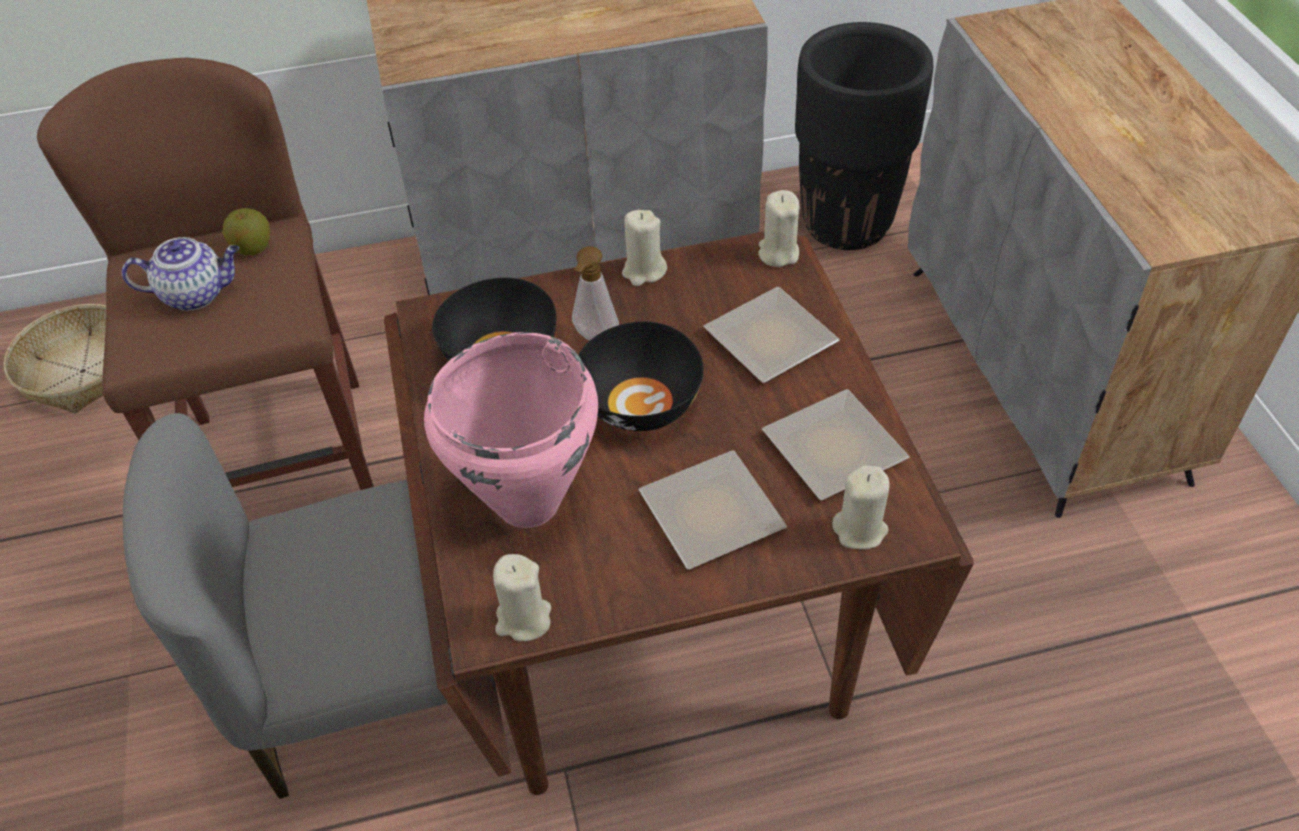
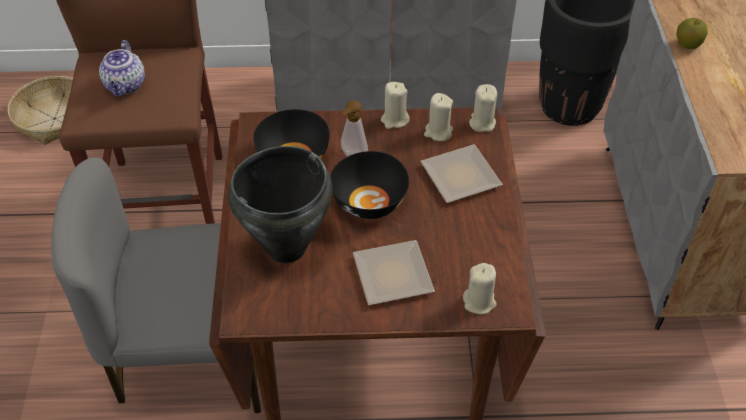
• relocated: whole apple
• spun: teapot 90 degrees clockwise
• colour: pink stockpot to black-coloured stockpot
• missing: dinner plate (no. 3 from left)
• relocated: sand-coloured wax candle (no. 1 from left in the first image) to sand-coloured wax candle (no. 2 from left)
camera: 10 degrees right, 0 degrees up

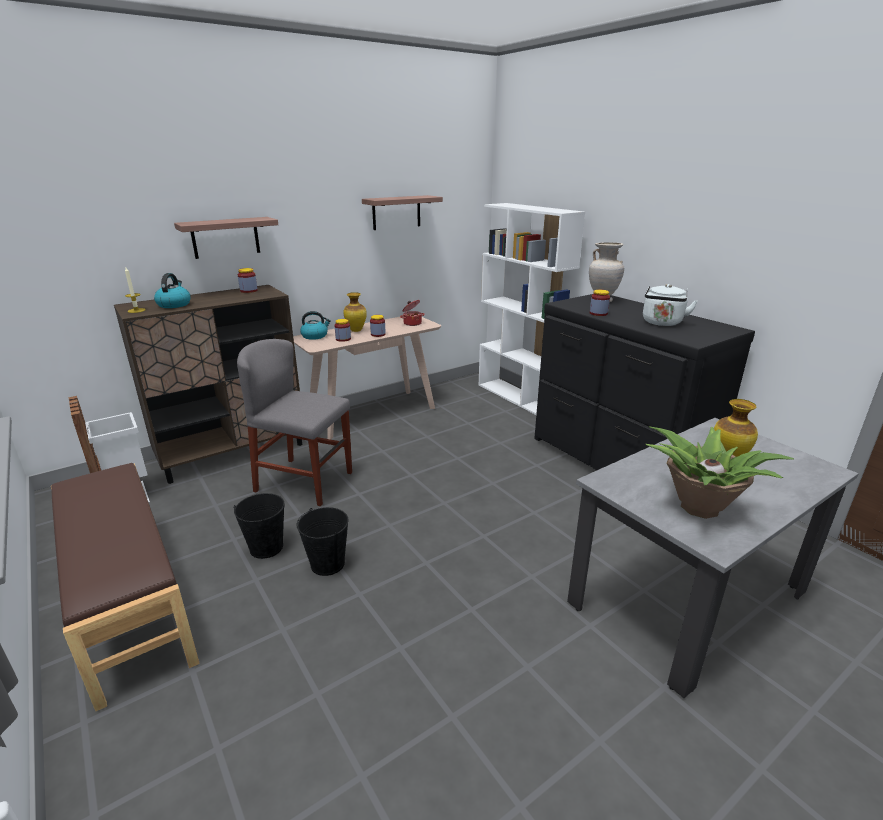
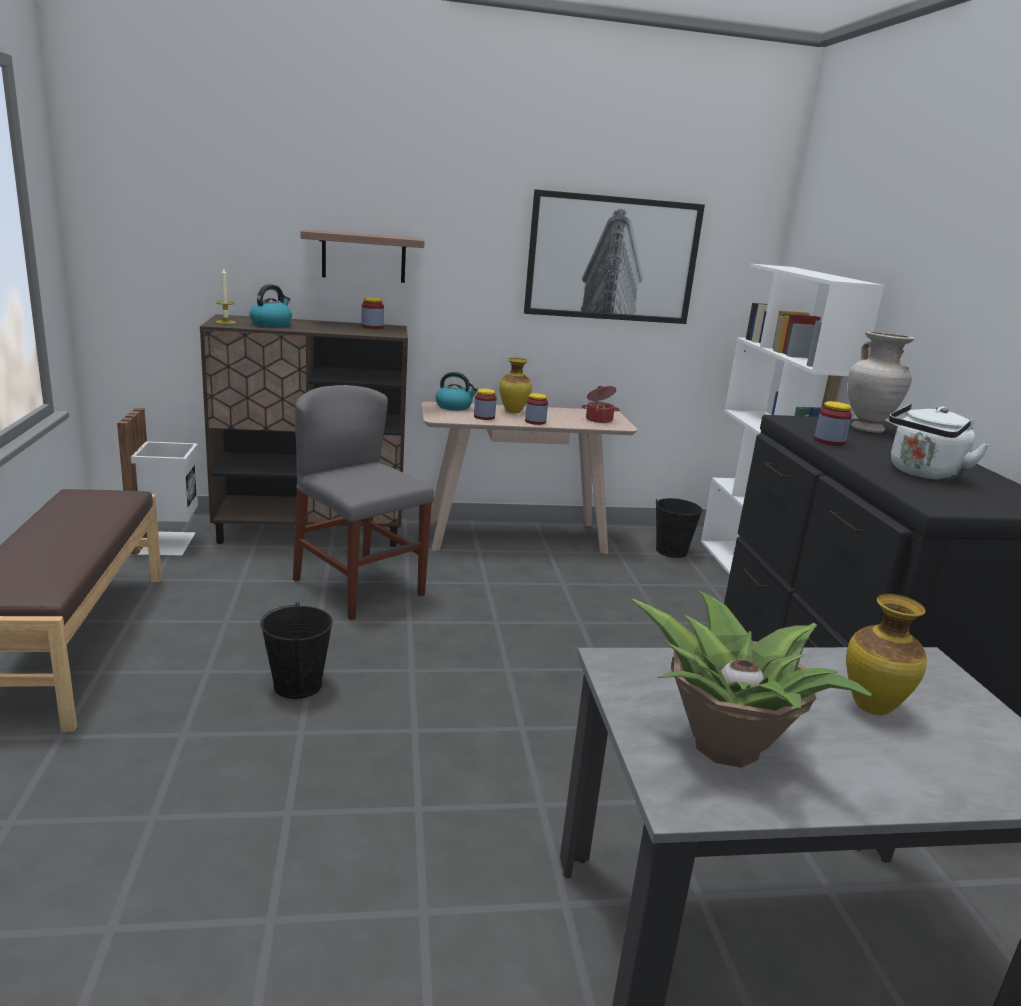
• exchanged: bracket shelf (no. 2 from left) to wall picture
• relocated: black-coloured water bucket (no. 1 from left in the first image) to black-coloured water bucket (no. 2 from left)
camera: 25 degrees right, 5 degrees down

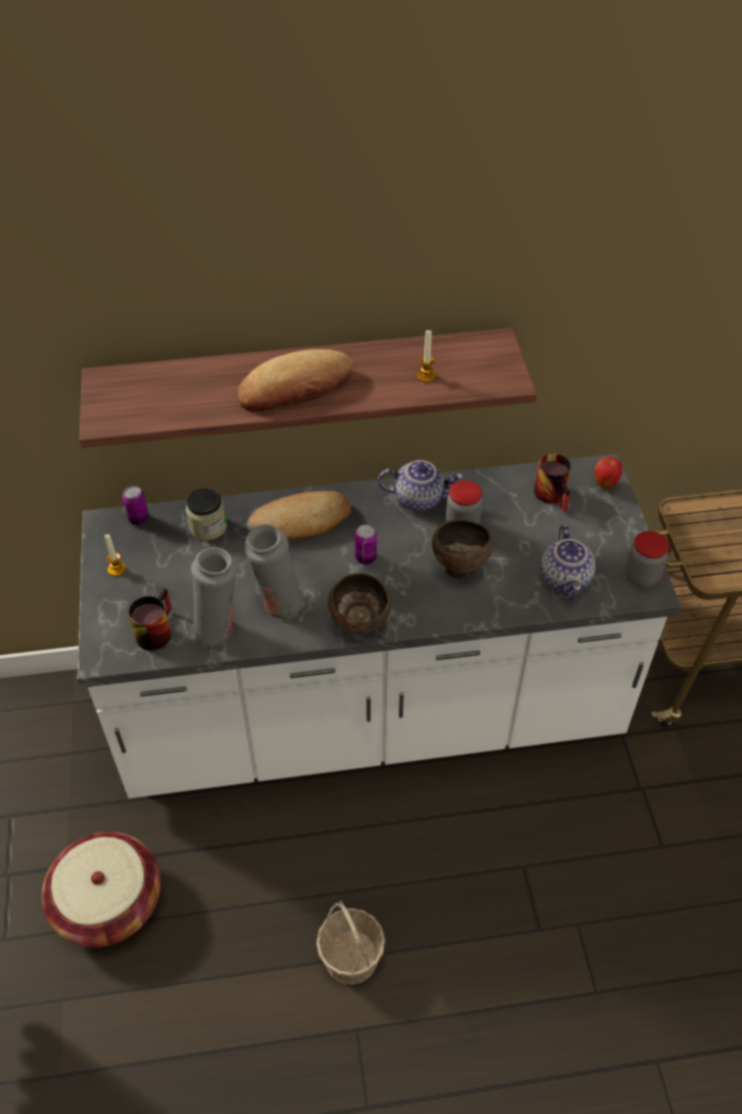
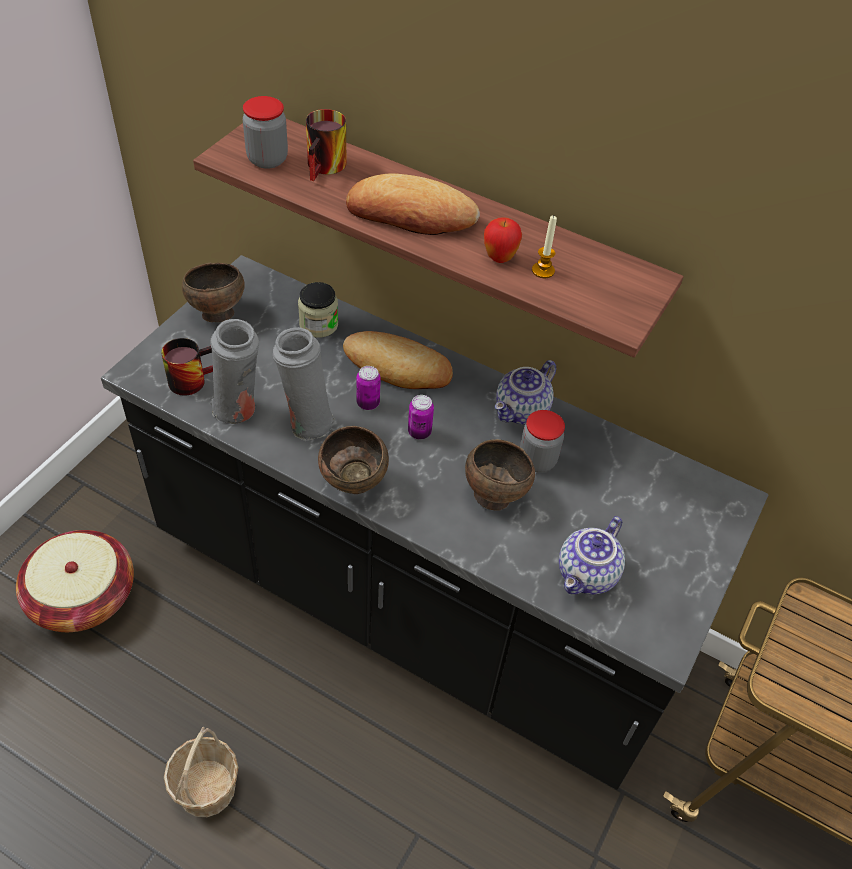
• relocated: mug (no. 2 from left)
• colour: white kitchen counter to black-coloured kitchen counter
• relocated: whole apple
• spun: teapot (no. 1 from left) 90 degrees clockwise
• relocated: metal can (no. 1 from left)
• relocated: preserve jar (no. 3 from left in the first image) to preserve jar (no. 1 from left)
• exchanged: wax candle (no. 1 from left) to brownish deep dish (no. 1 from left)
camera: 35 degrees right, 0 degrees up

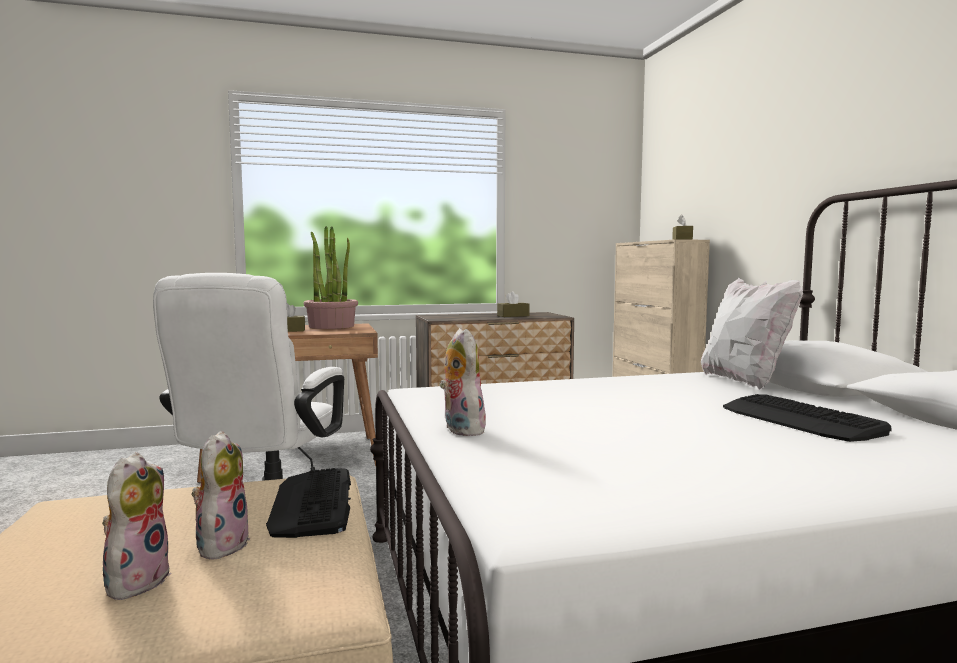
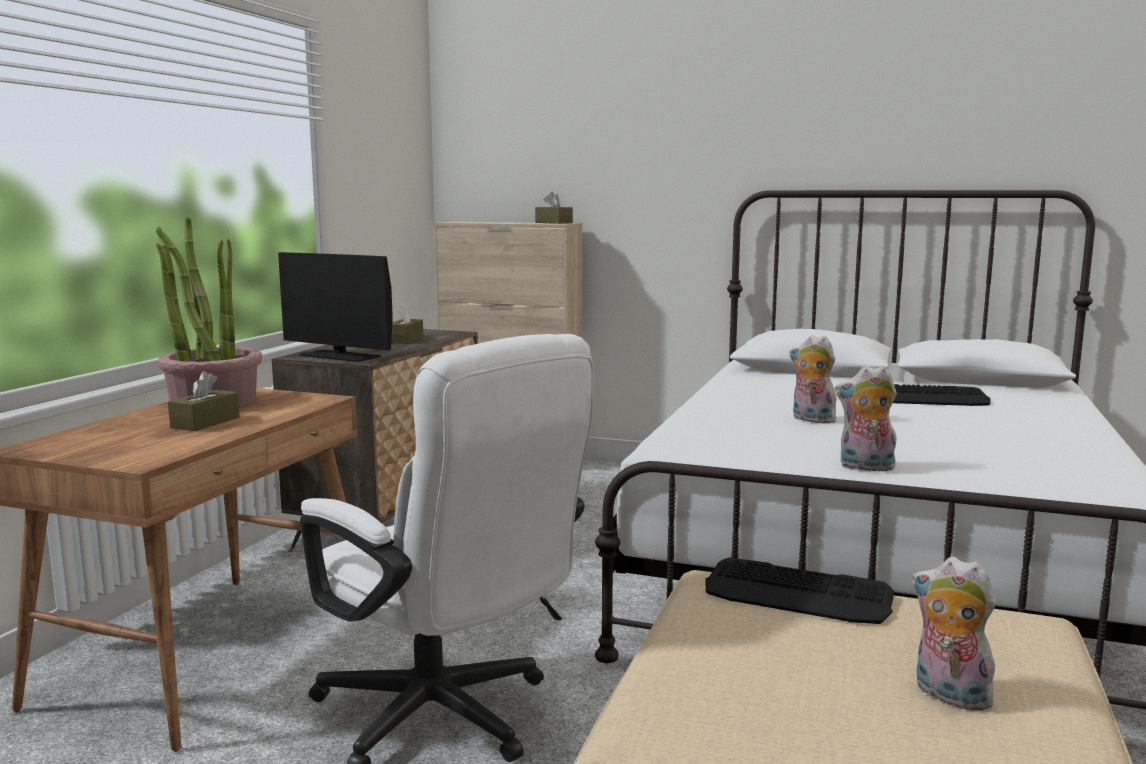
• missing: white throw pillow
• relocated: soft toy (no. 2 from left in the first image) to soft toy (no. 1 from left)
• appeared: computer screen
camera: 55 degrees left, 5 degrees up

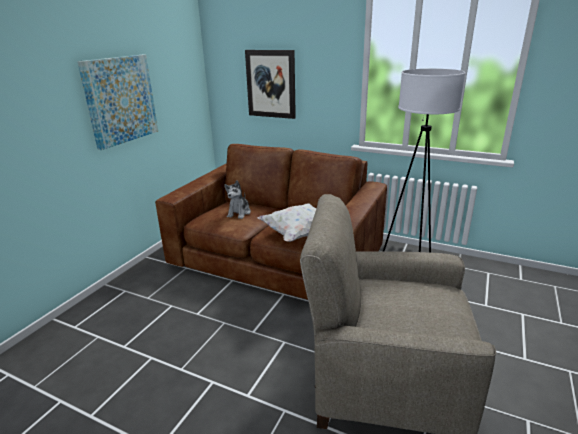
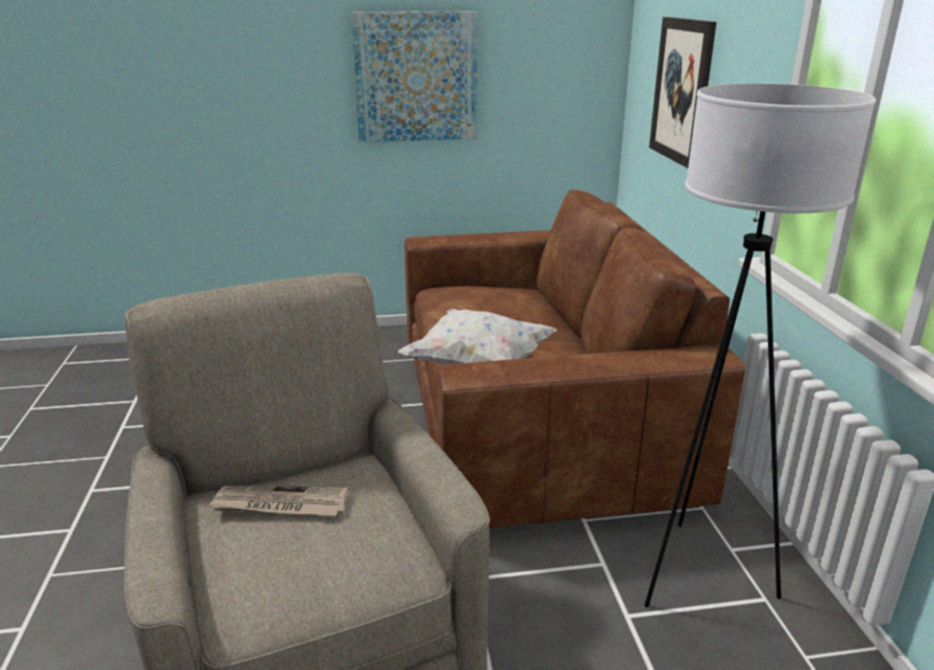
• missing: soft toy
• appeared: printed paper
camera: 55 degrees right, 0 degrees up

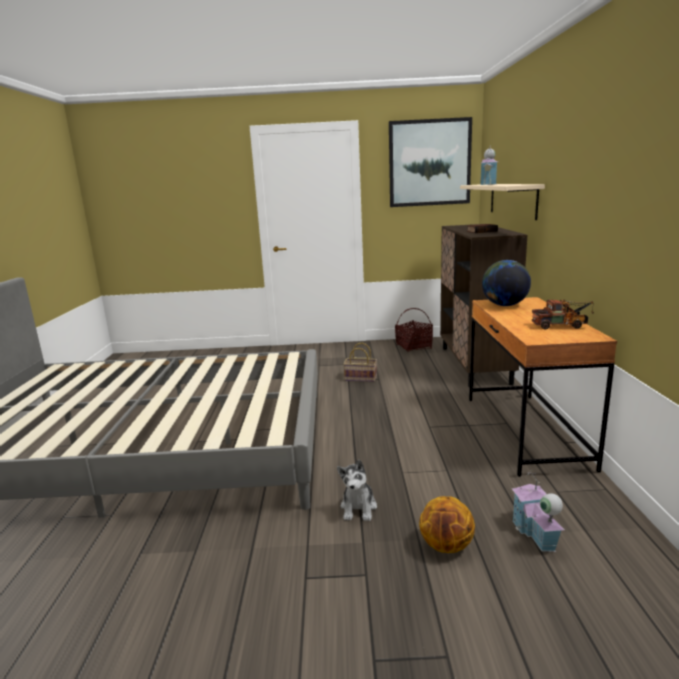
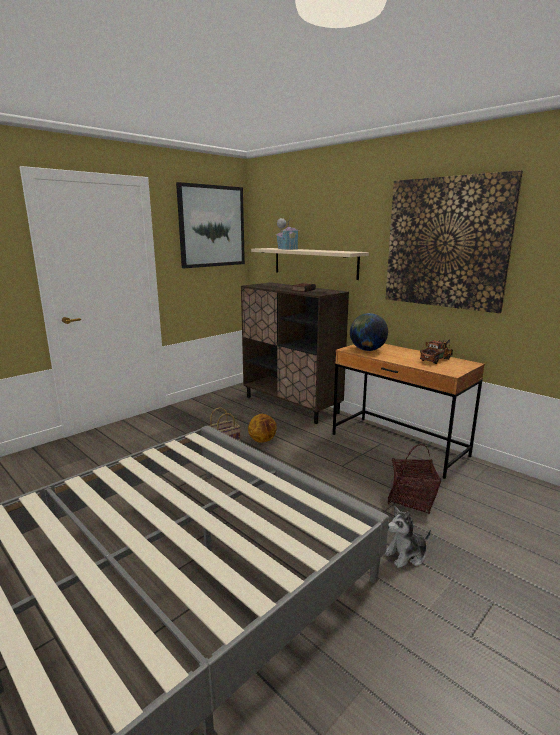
• relocated: household basket (no. 2 from left)
• spun: soft toy 105 degrees clockwise
• missing: toy house (no. 2 from left)
• relocated: basketball ball
• appeared: wall picture (no. 2 from left)
camera: 45 degrees left, 0 degrees up

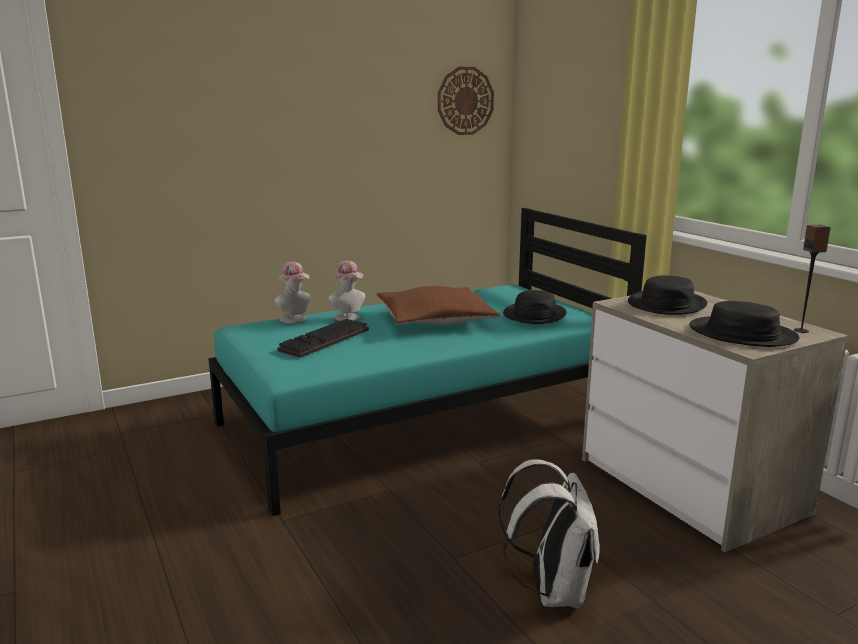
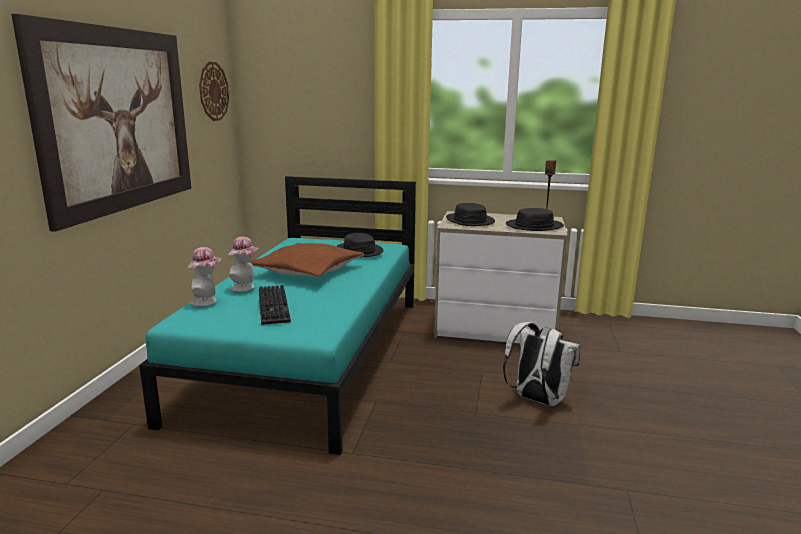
• appeared: wall picture
camera: 50 degrees left, 0 degrees up

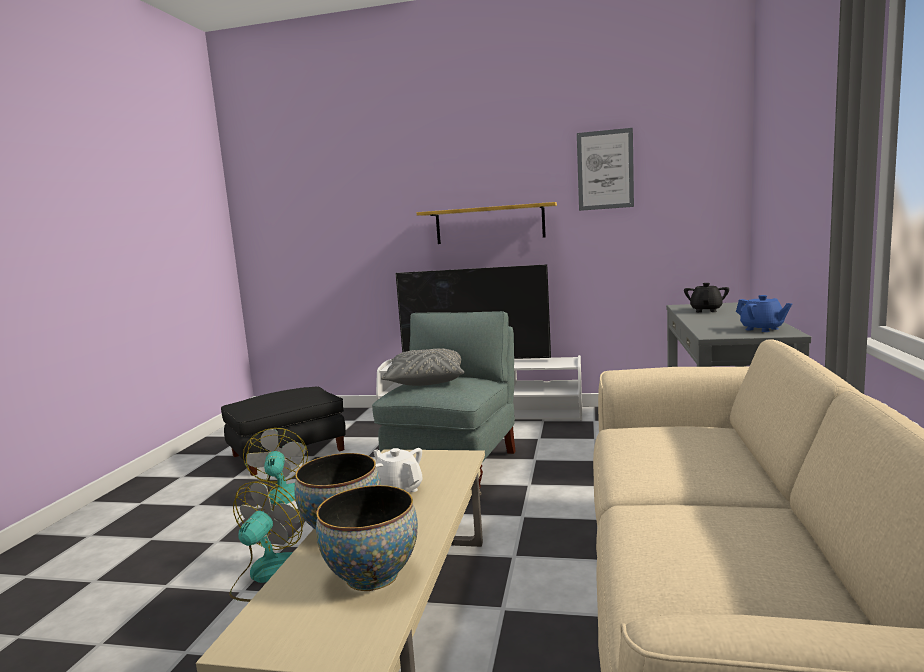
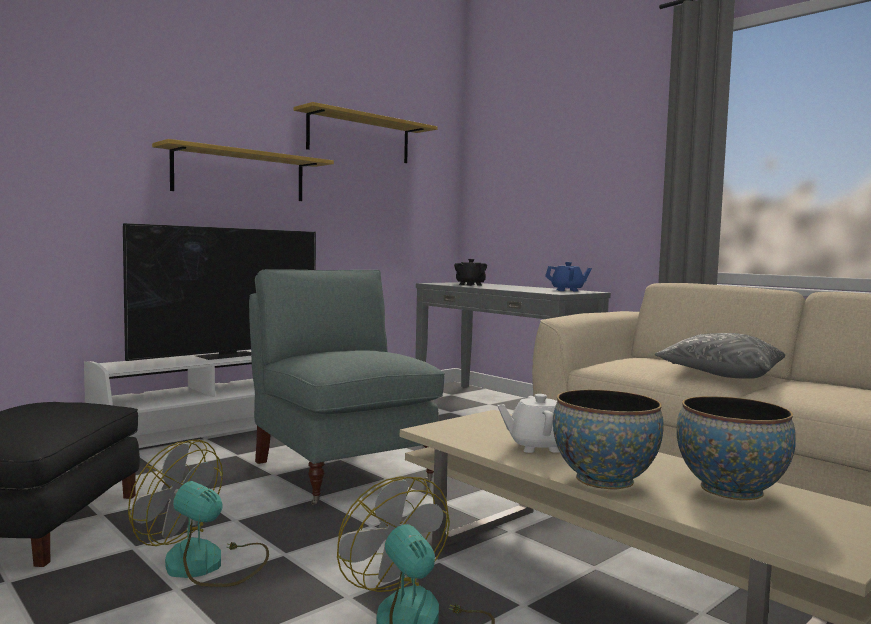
• exchanged: wall picture to bracket shelf (no. 2 from left)
• relocated: gray throw pillow
camera: 55 degrees left, 5 degrees down

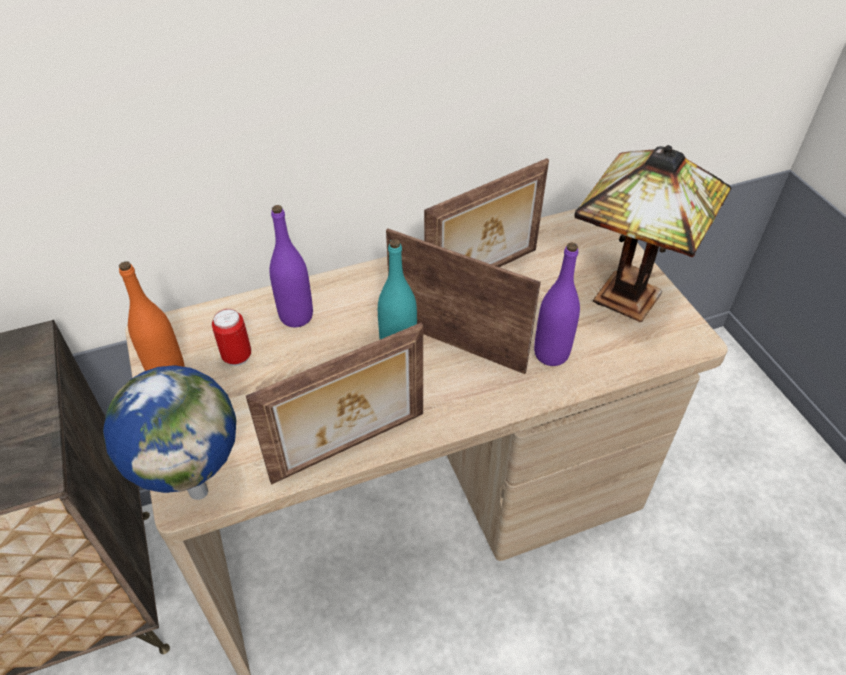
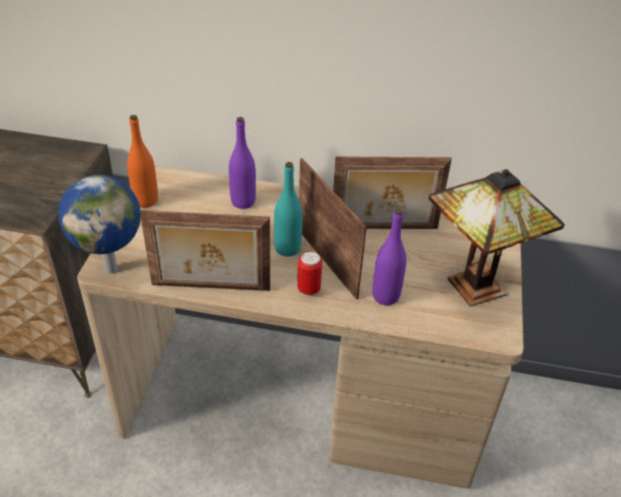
• relocated: metal can
camera: 30 degrees right, 5 degrees down

